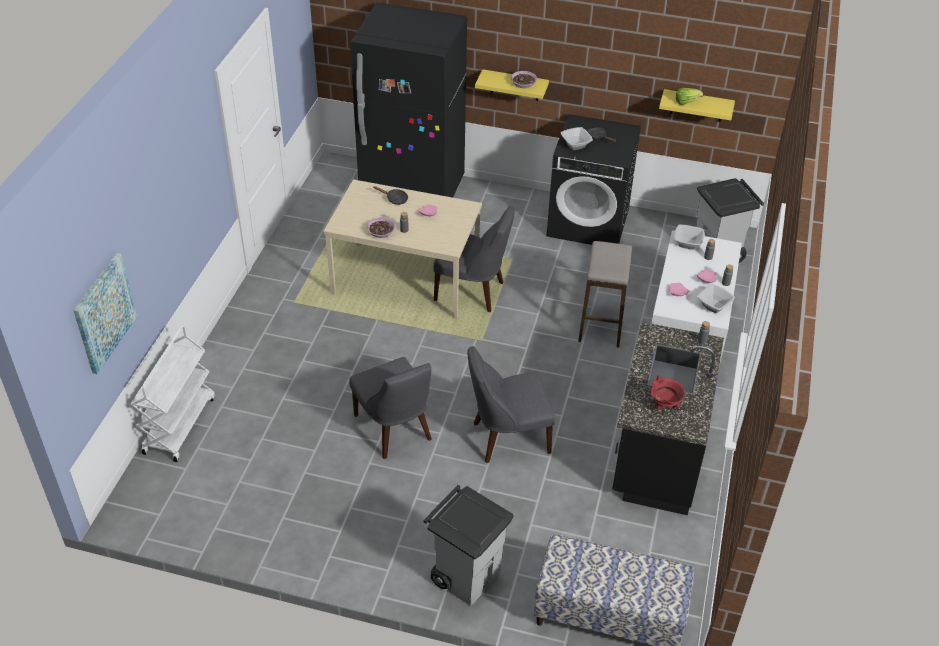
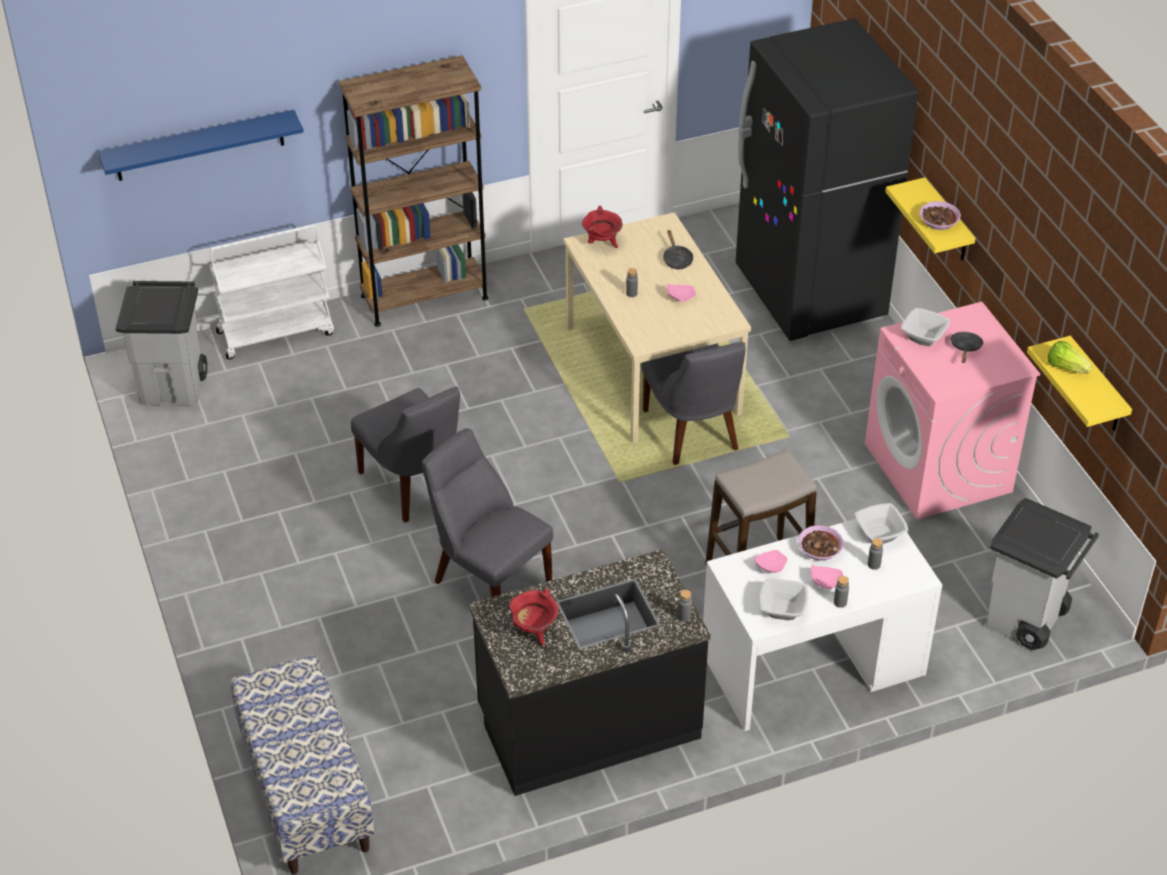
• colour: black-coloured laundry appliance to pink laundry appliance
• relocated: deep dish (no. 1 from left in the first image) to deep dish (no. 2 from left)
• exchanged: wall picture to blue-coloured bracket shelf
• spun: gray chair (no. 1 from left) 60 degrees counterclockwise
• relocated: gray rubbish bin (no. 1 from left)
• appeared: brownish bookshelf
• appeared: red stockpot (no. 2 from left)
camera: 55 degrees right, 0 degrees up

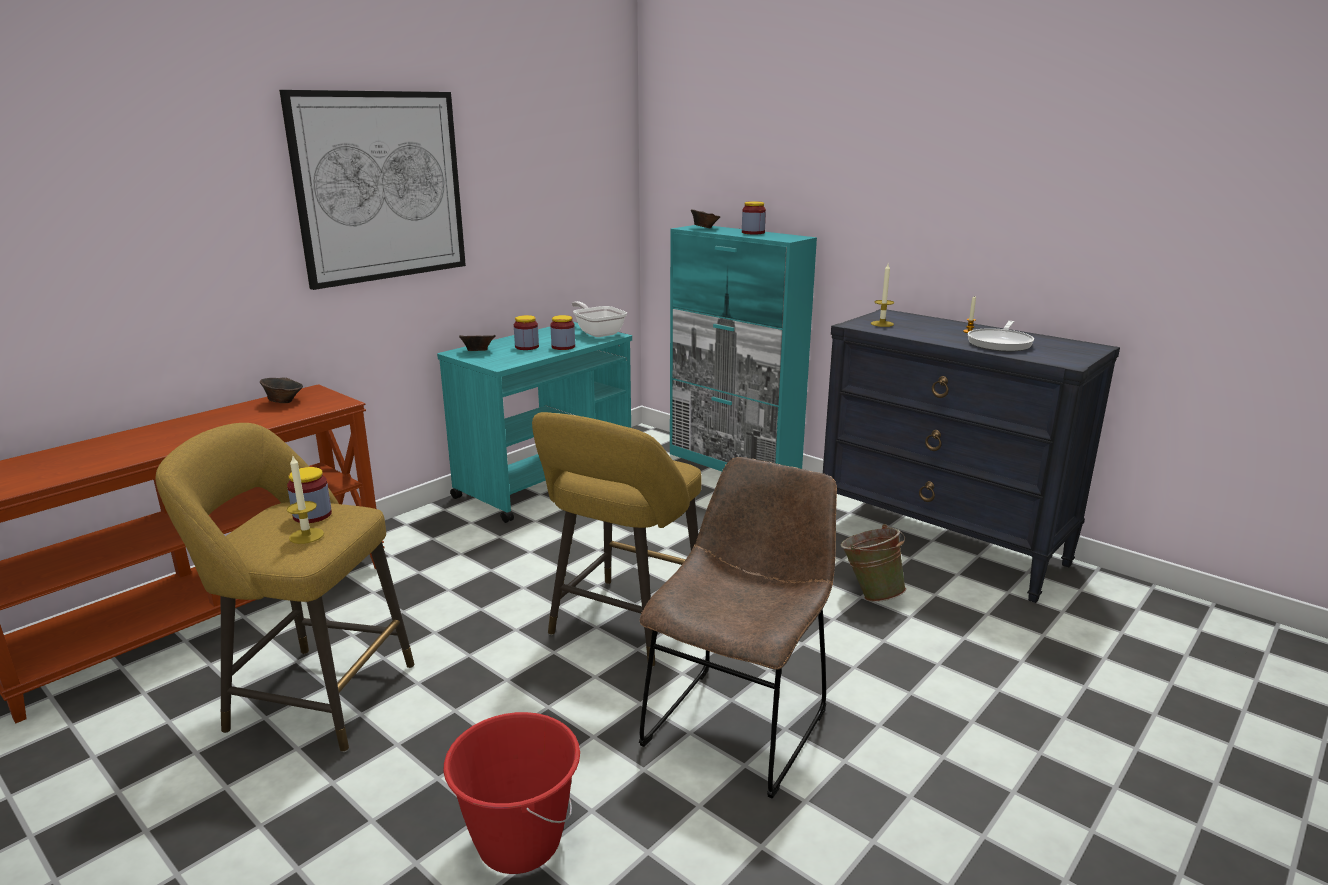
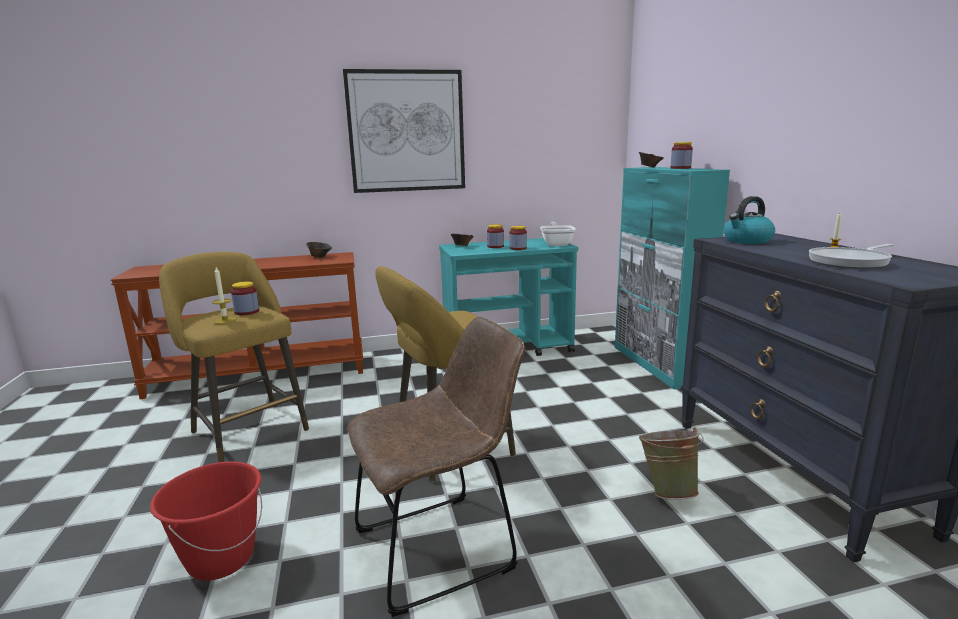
• exchanged: wax candle (no. 2 from left) to kettle
camera: 35 degrees right, 5 degrees down

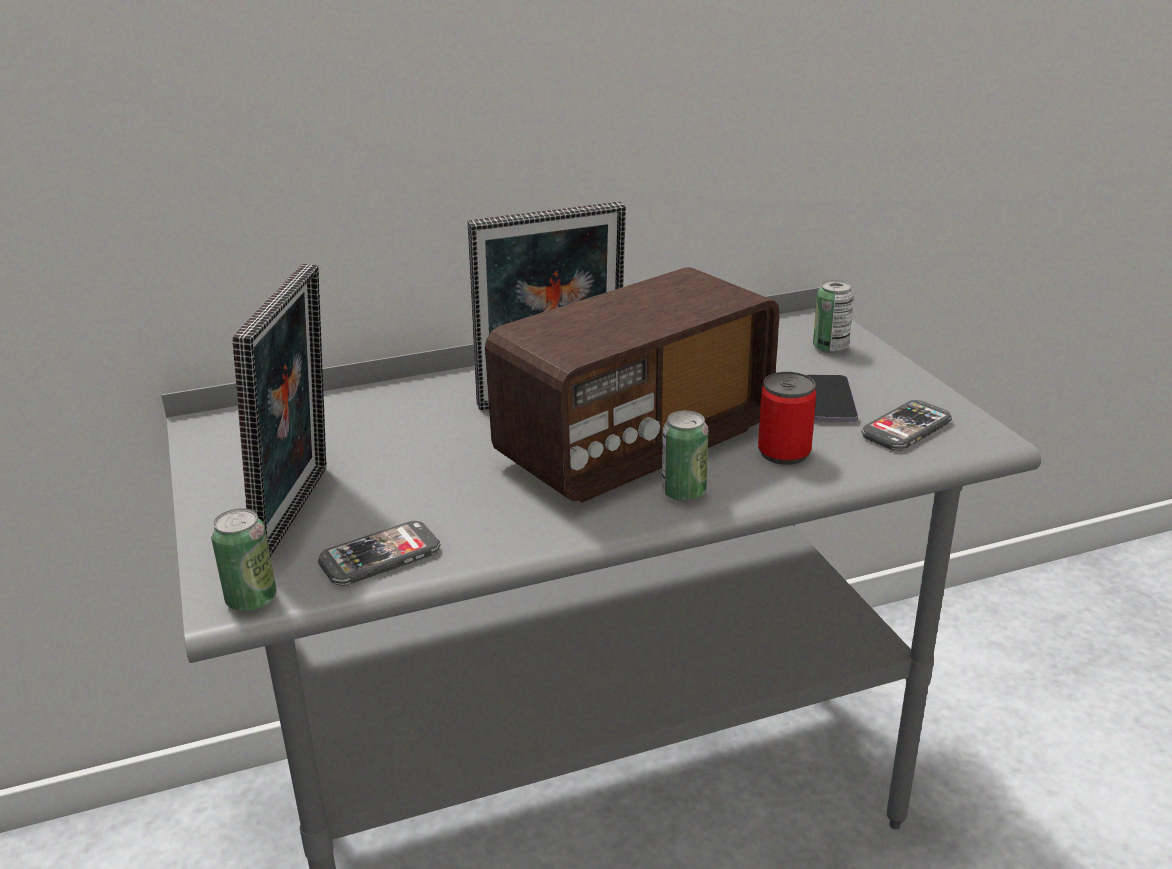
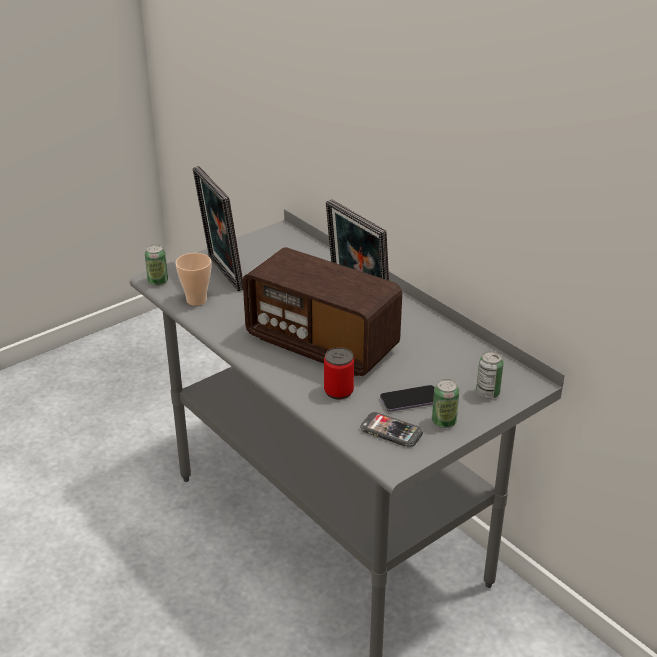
• spun: photo frame (no. 1 from left) 75 degrees clockwise
• relocated: metal can (no. 2 from left in the first image) to metal can (no. 3 from left)
• exchanged: handset (no. 1 from left) to cup
camera: 70 degrees right, 5 degrees up

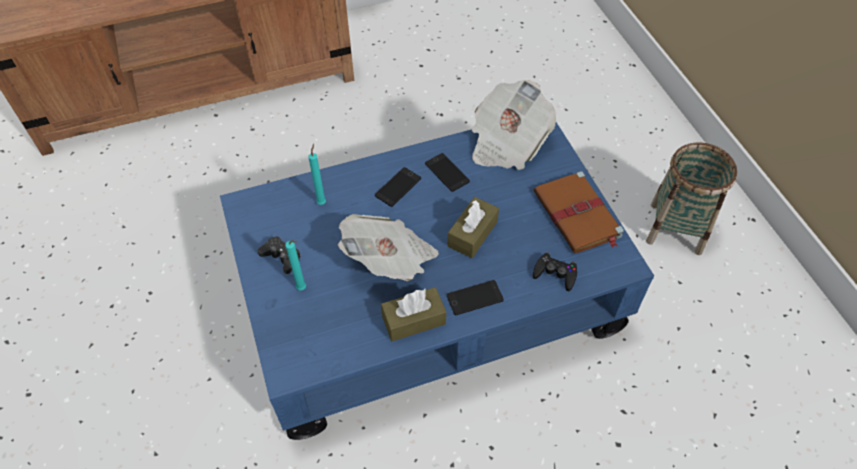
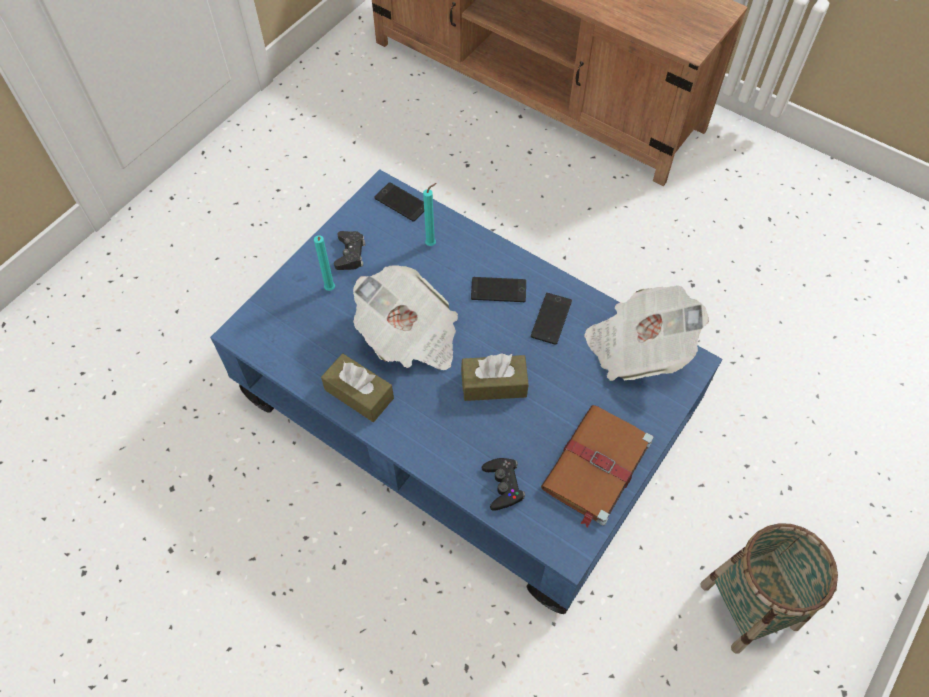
• relocated: handset (no. 3 from left in the first image) to handset (no. 1 from left)
camera: 55 degrees right, 5 degrees up

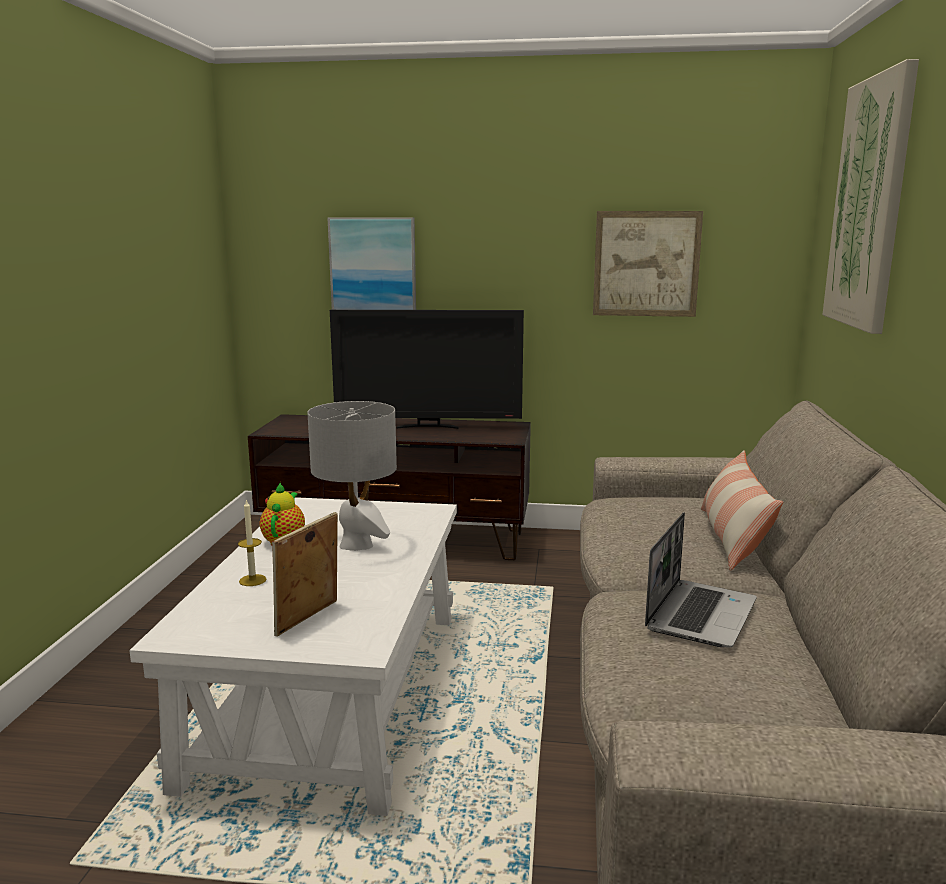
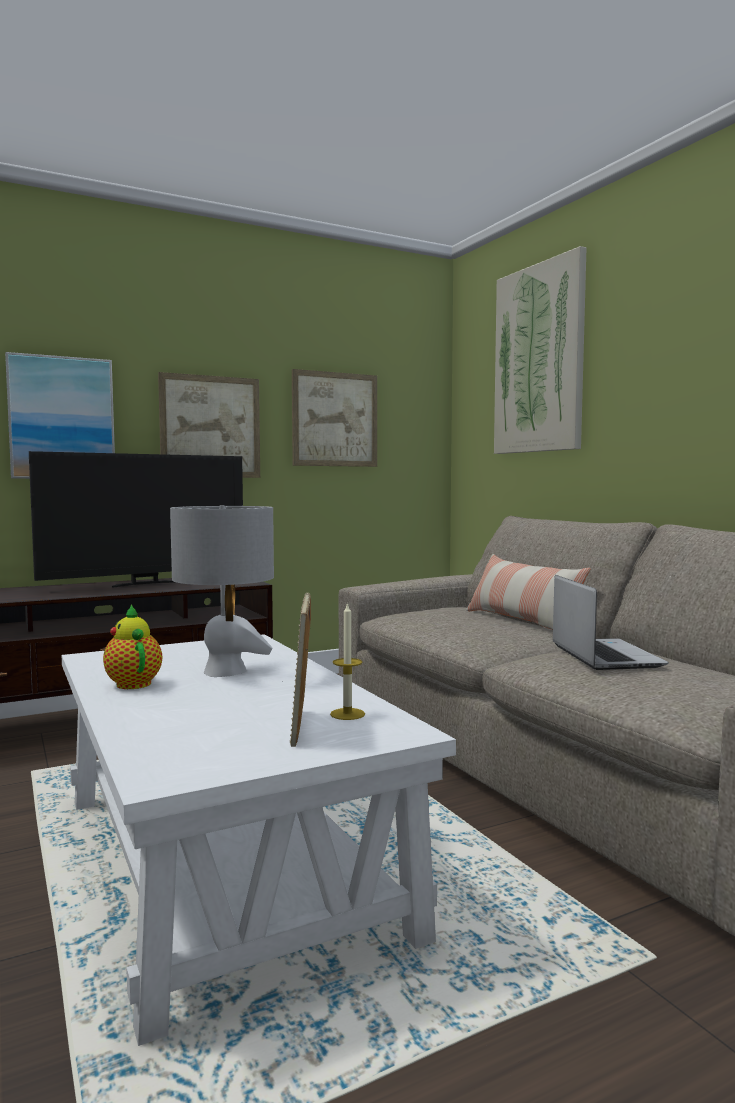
• relocated: wax candle
• appeared: wall picture (no. 2 from left)
camera: 35 degrees left, 10 degrees down

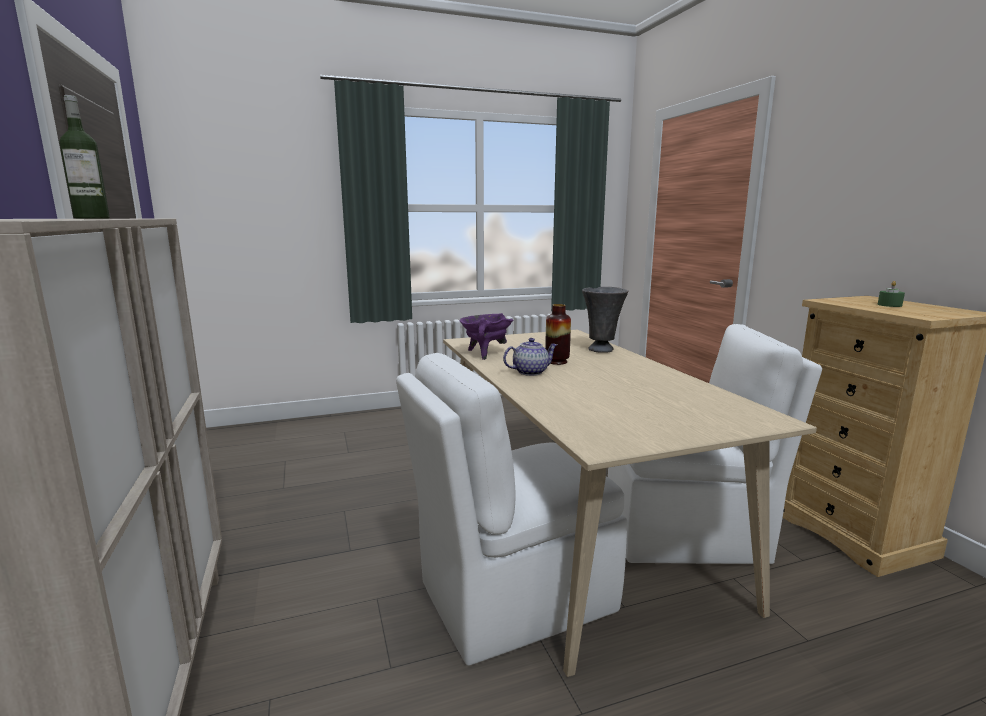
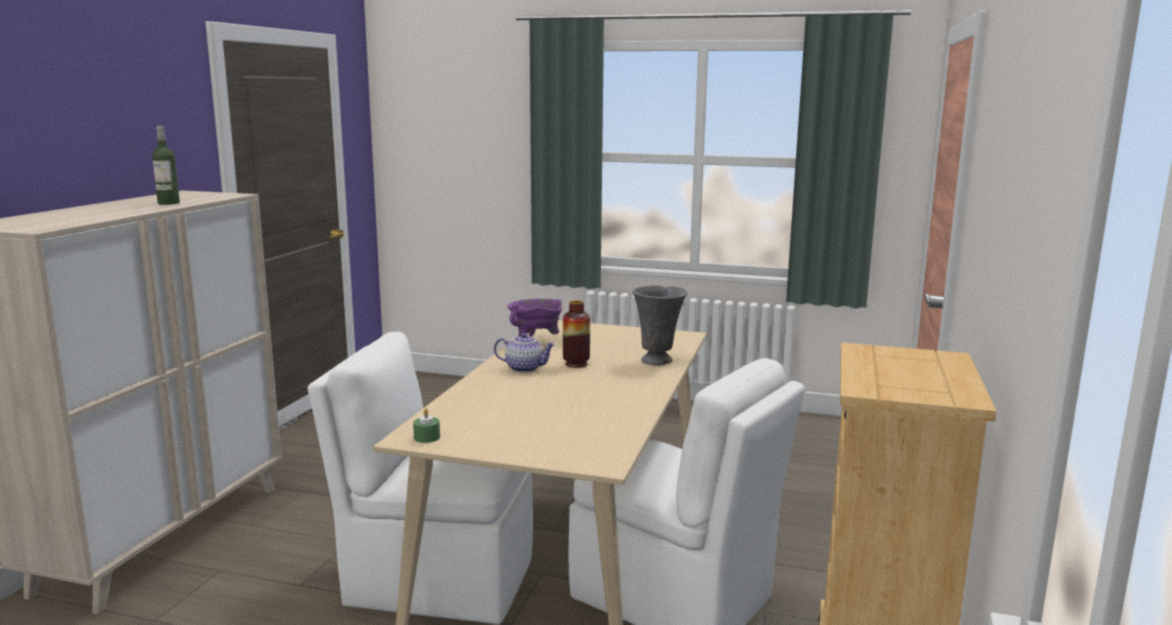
• relocated: greenish wax candle
camera: 35 degrees right, 0 degrees up

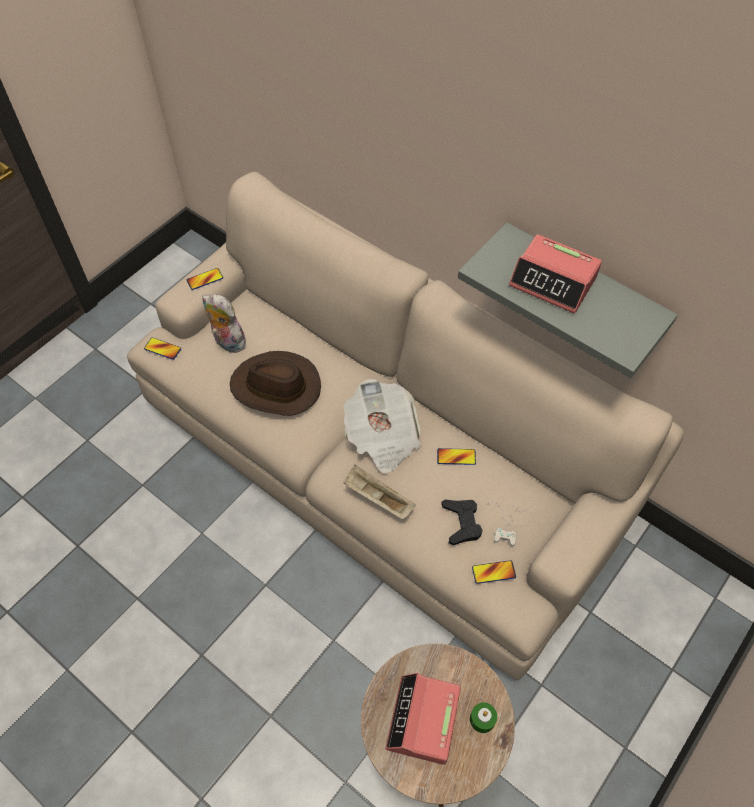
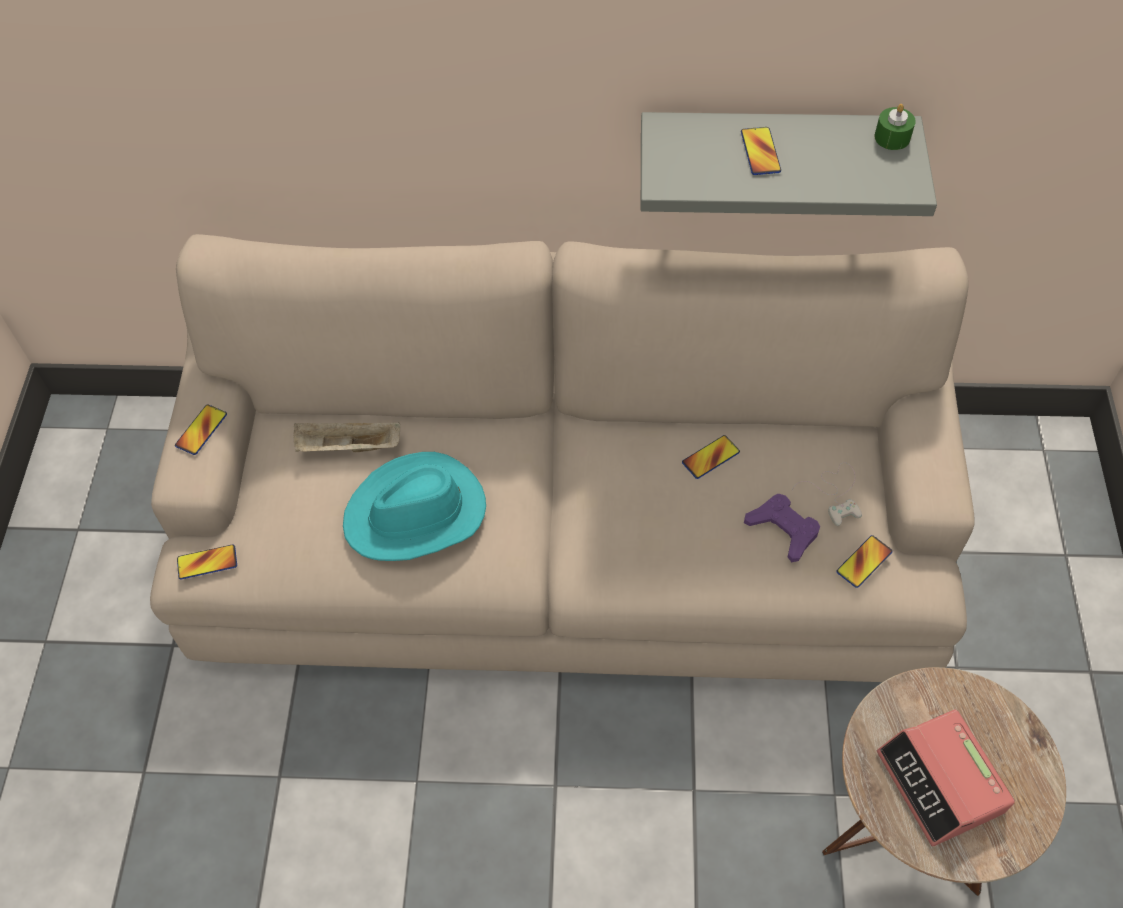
• exchanged: bedside clock (no. 2 from left) to handset (no. 4 from left)
• missing: soft toy
• colour: brownish clothing hat to turquoise-coloured clothing hat
• missing: printed paper
• relocated: sand-coloured tray
• colour: black-coloured game controller to purple game controller
• relocated: greenish wax candle
camera: 35 degrees left, 0 degrees up

